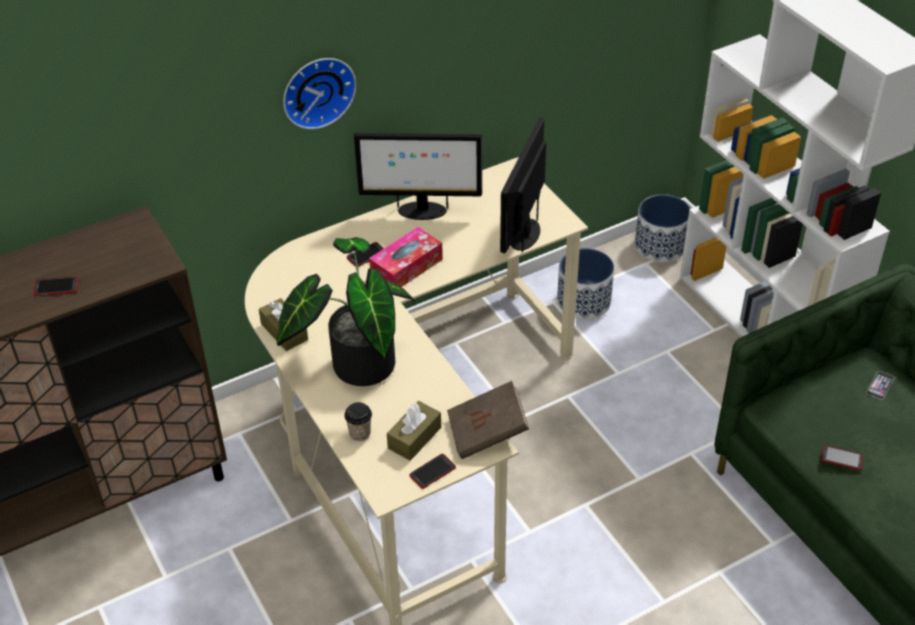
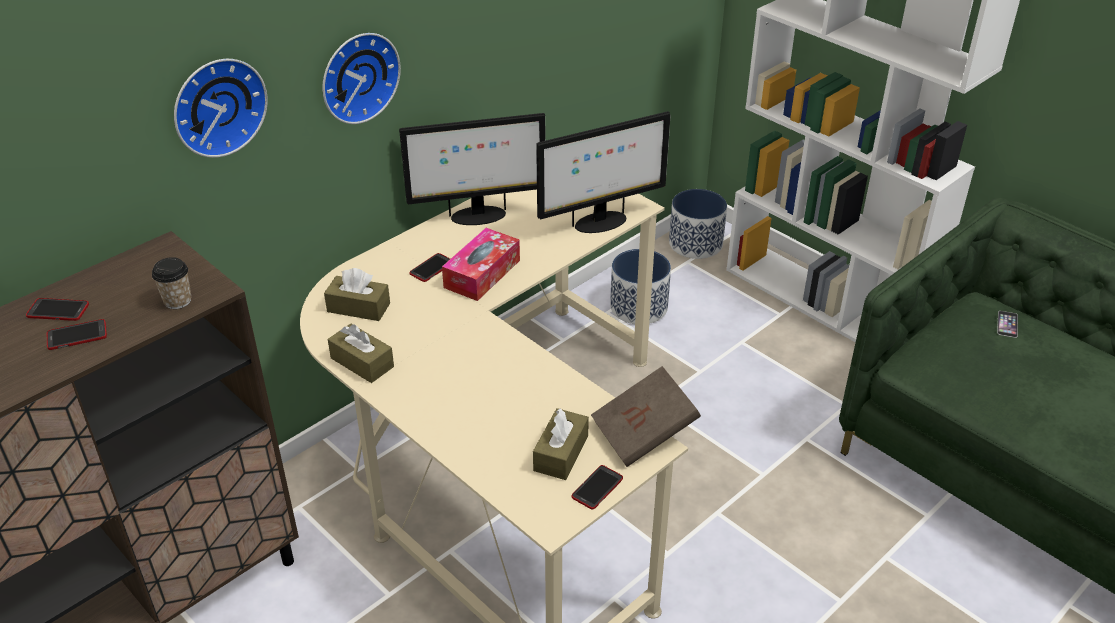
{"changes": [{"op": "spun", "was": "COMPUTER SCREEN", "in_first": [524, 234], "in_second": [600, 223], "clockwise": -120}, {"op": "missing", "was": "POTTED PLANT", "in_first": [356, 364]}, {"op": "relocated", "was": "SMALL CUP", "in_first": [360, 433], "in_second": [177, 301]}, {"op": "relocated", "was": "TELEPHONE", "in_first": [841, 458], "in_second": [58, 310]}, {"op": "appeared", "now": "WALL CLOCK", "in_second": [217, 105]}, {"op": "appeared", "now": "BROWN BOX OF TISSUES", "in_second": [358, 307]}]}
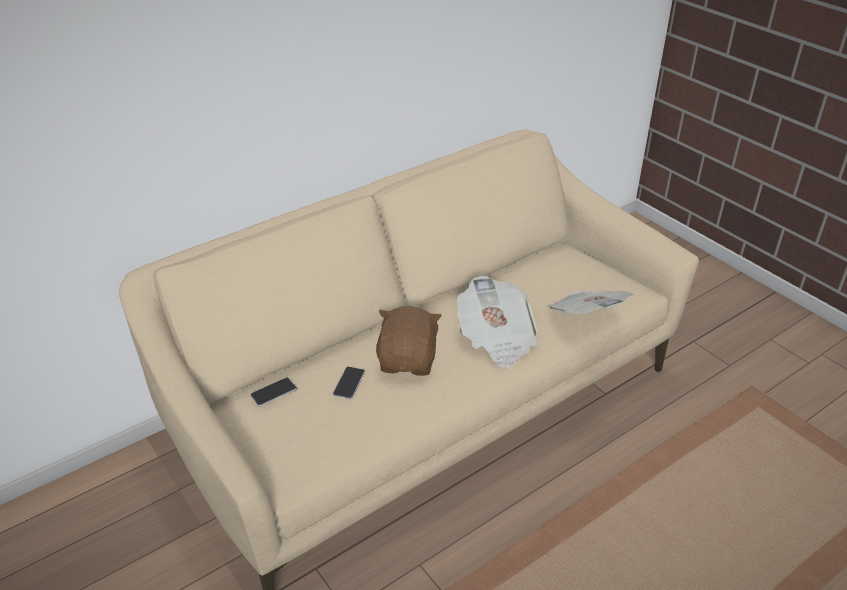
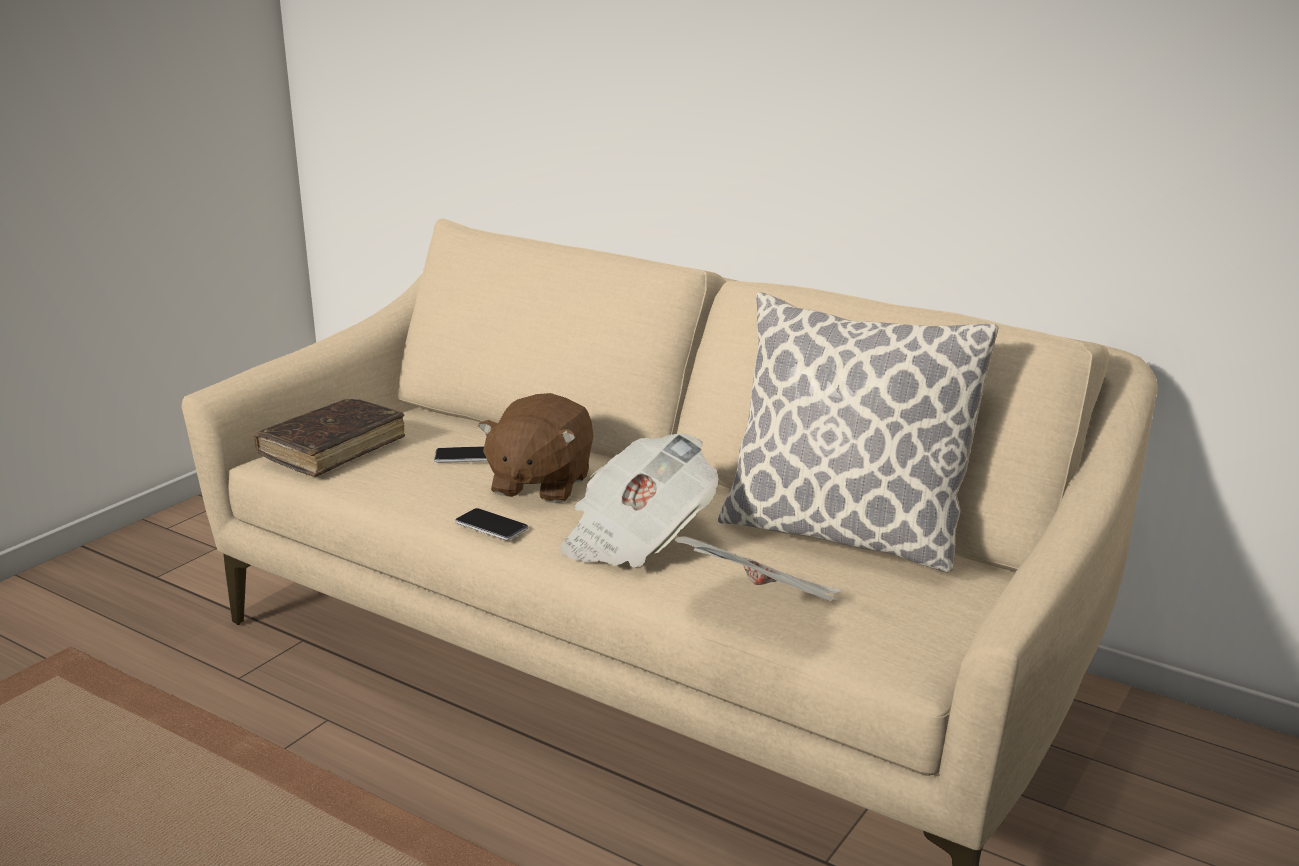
{"changes": [{"op": "spun", "was": "BROWN CUDDLY TOY", "in_first": [408, 360], "in_second": [540, 484], "clockwise": 120}, {"op": "relocated", "was": "TELEPHONE", "in_first": [273, 392], "in_second": [491, 526]}, {"op": "appeared", "now": "CUSHION", "in_second": [843, 534]}, {"op": "appeared", "now": "BROWN BOOK", "in_second": [333, 449]}]}
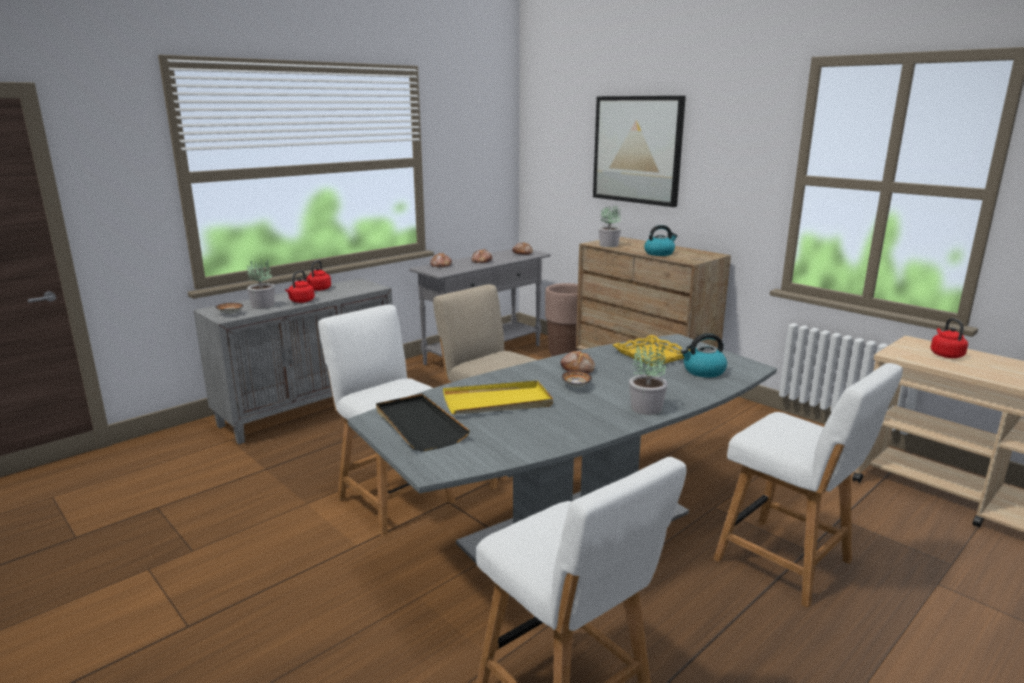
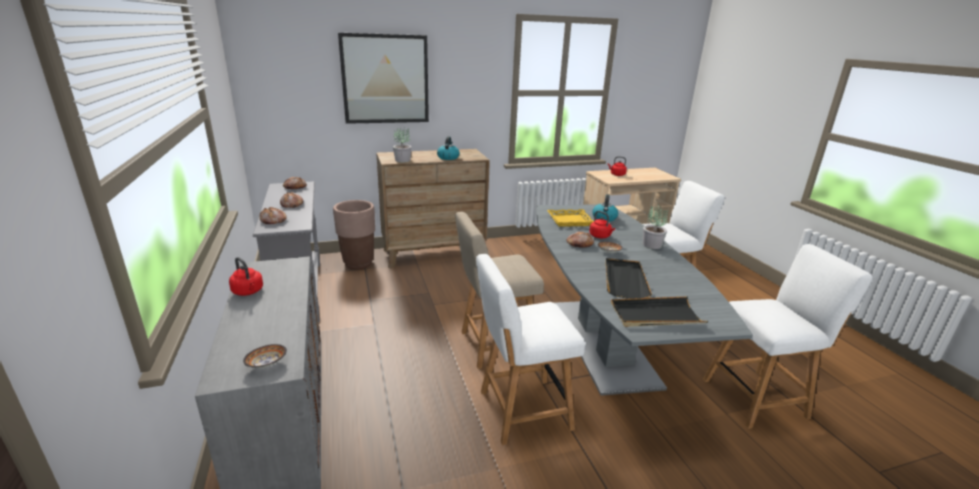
{"changes": [{"op": "missing", "was": "POTTED PLANT", "in_first": [263, 305]}, {"op": "relocated", "was": "RED WATER KETTLE", "in_first": [301, 301], "in_second": [600, 236]}, {"op": "colour", "was": "YELLOW SERVING TRAY", "now": "BLACKISH SERVING TRAY", "in_first": [498, 402], "in_second": [624, 280]}]}
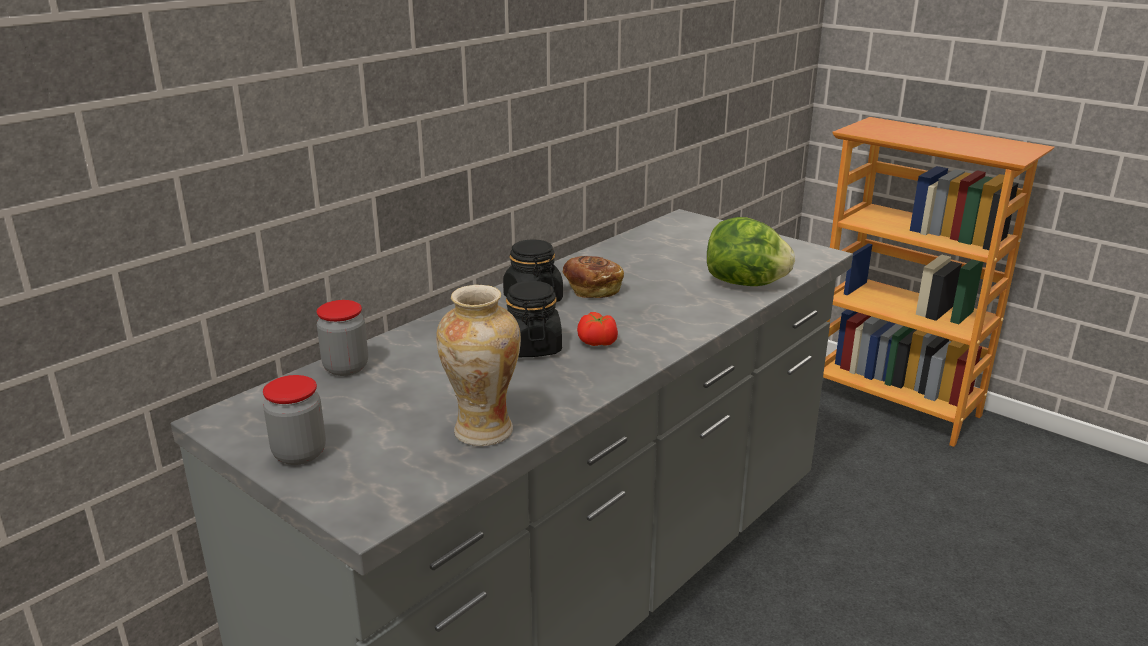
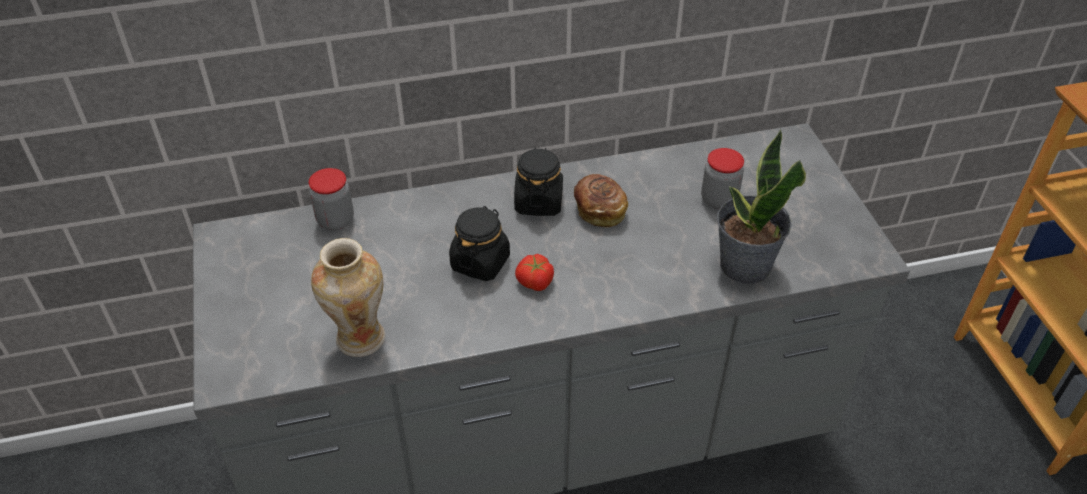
{"changes": [{"op": "exchanged", "was": "LETTUCE", "now": "POTTED PLANT", "in_first": [745, 283], "in_second": [744, 265]}, {"op": "relocated", "was": "STORAGE JAR", "in_first": [299, 454], "in_second": [718, 200]}]}
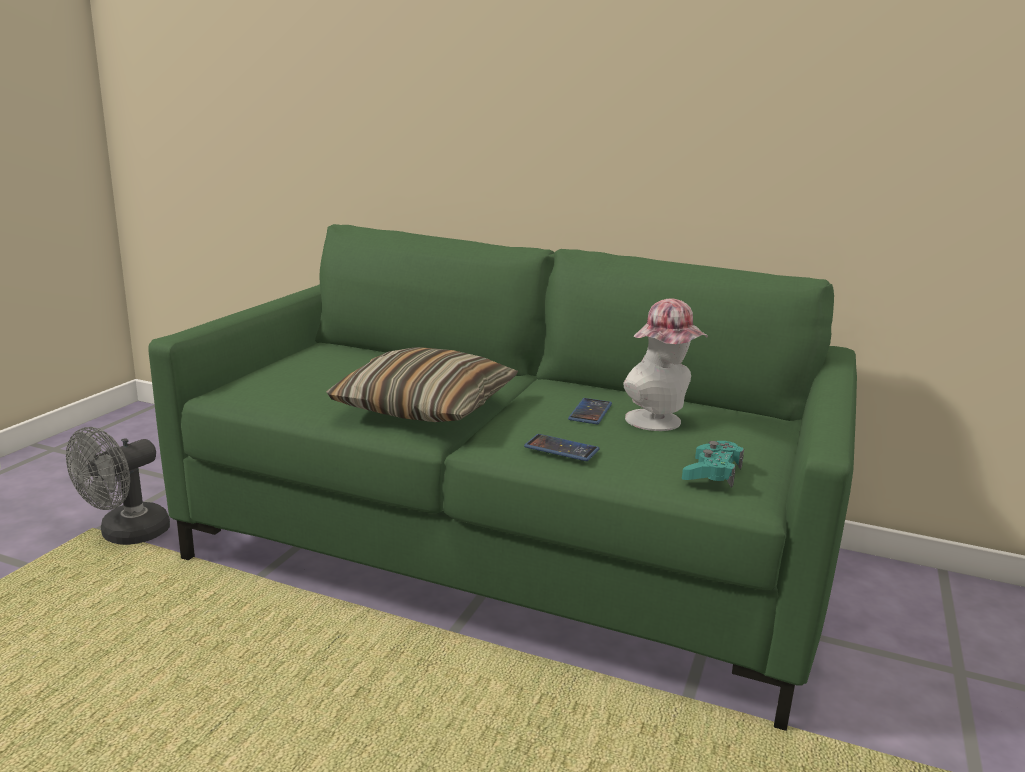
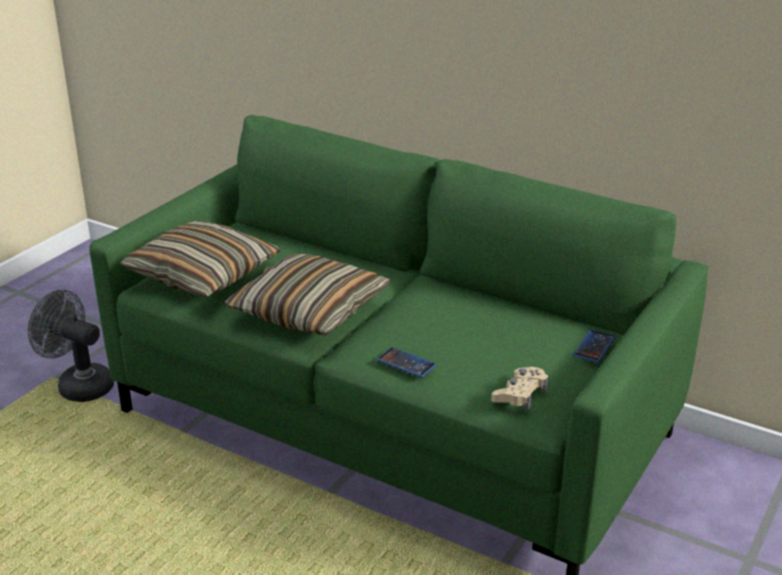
{"changes": [{"op": "missing", "was": "CLOTHING HAT", "in_first": [659, 422]}, {"op": "relocated", "was": "TELEPHONE", "in_first": [590, 412], "in_second": [594, 347]}, {"op": "spun", "was": "GRAY COOLING FAN", "in_first": [126, 535], "in_second": [79, 385], "clockwise": 75}, {"op": "colour", "was": "BLUE-GREEN GAME CONTROLLER", "now": "BEIGE GAME CONTROLLER", "in_first": [712, 472], "in_second": [520, 394]}, {"op": "appeared", "now": "CUSHION", "in_second": [202, 274]}]}
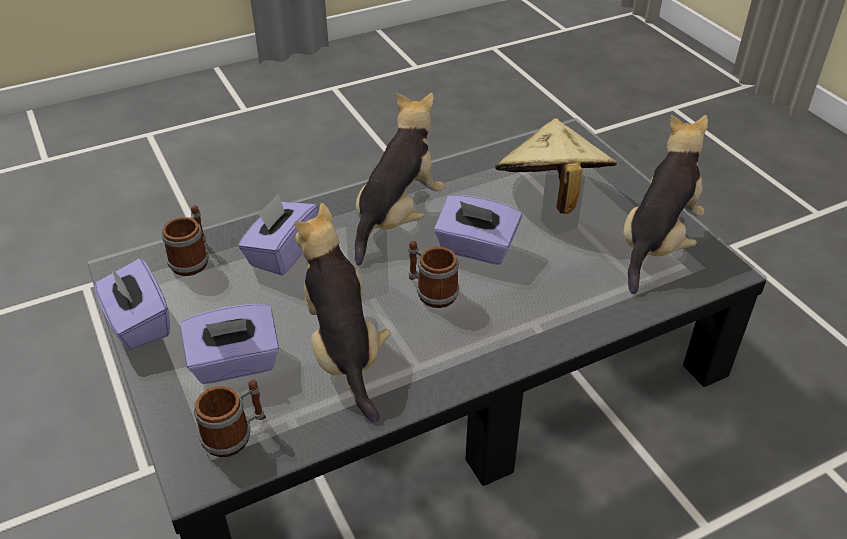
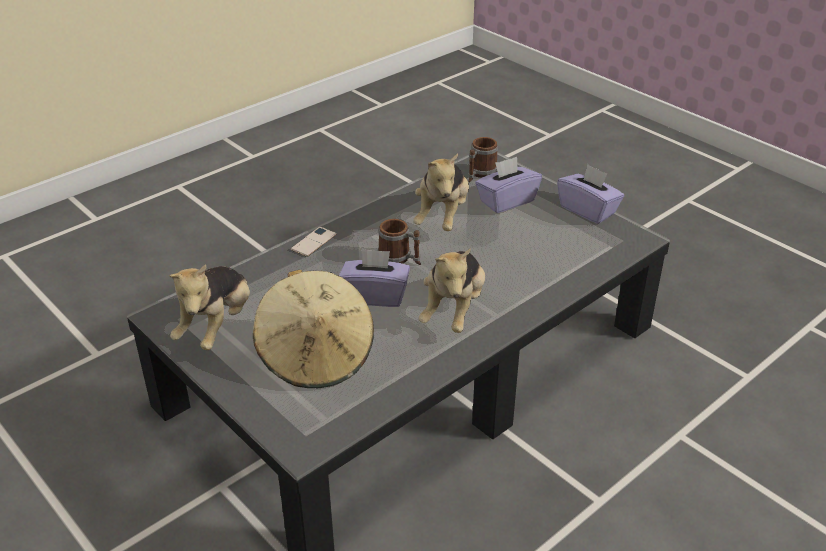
{"changes": [{"op": "missing", "was": "PURPLE BOX OF TISSUES", "in_first": [281, 253]}, {"op": "spun", "was": "CUDDLY TOY", "in_first": [344, 352], "in_second": [442, 216], "clockwise": 45}, {"op": "missing", "was": "TEA MUG", "in_first": [193, 259]}, {"op": "appeared", "now": "TELEPHONE", "in_second": [313, 242]}]}
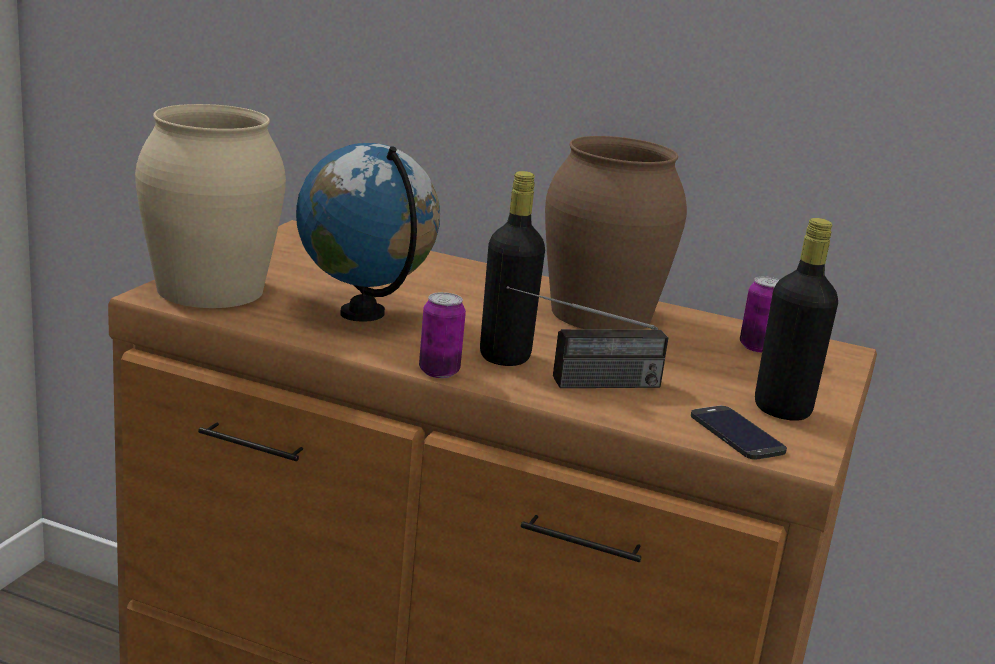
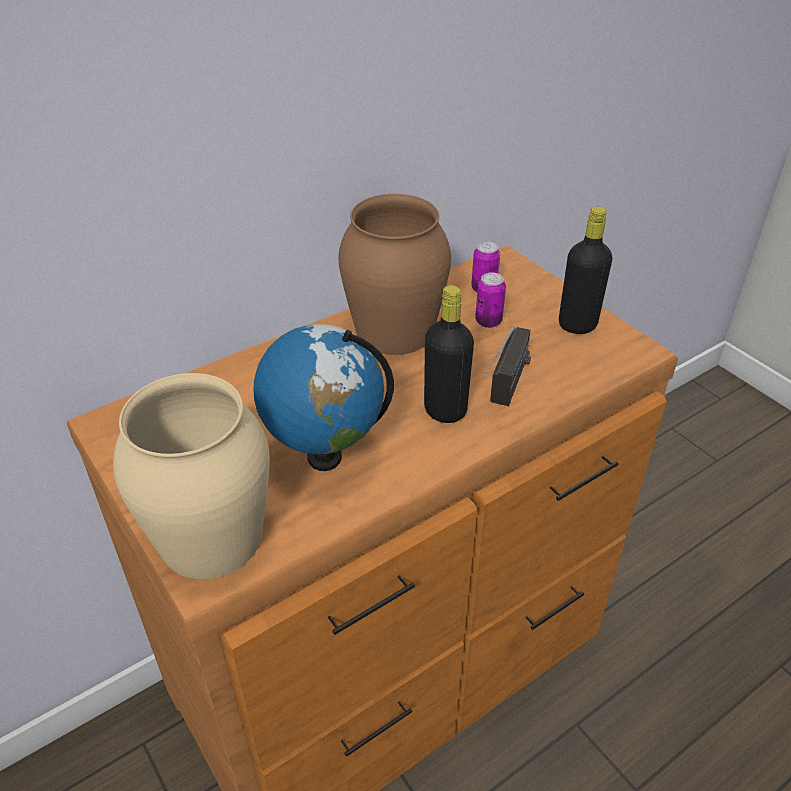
{"changes": [{"op": "relocated", "was": "METAL CAN", "in_first": [439, 372], "in_second": [488, 321]}, {"op": "missing", "was": "TELEPHONE", "in_first": [737, 433]}]}
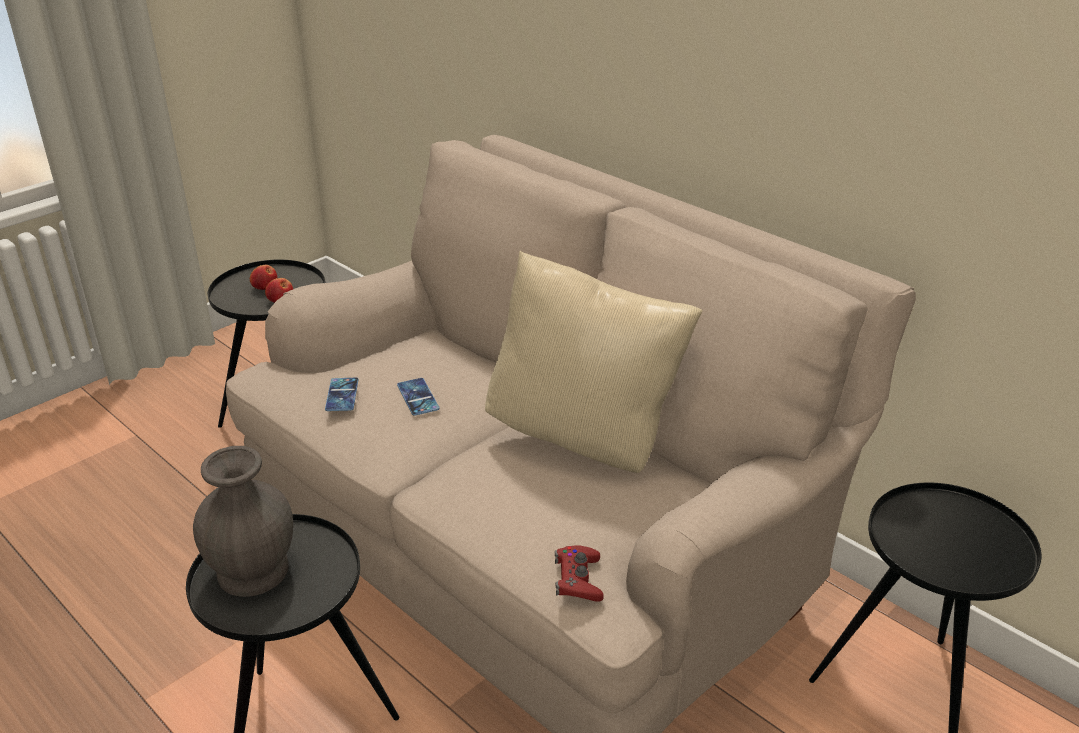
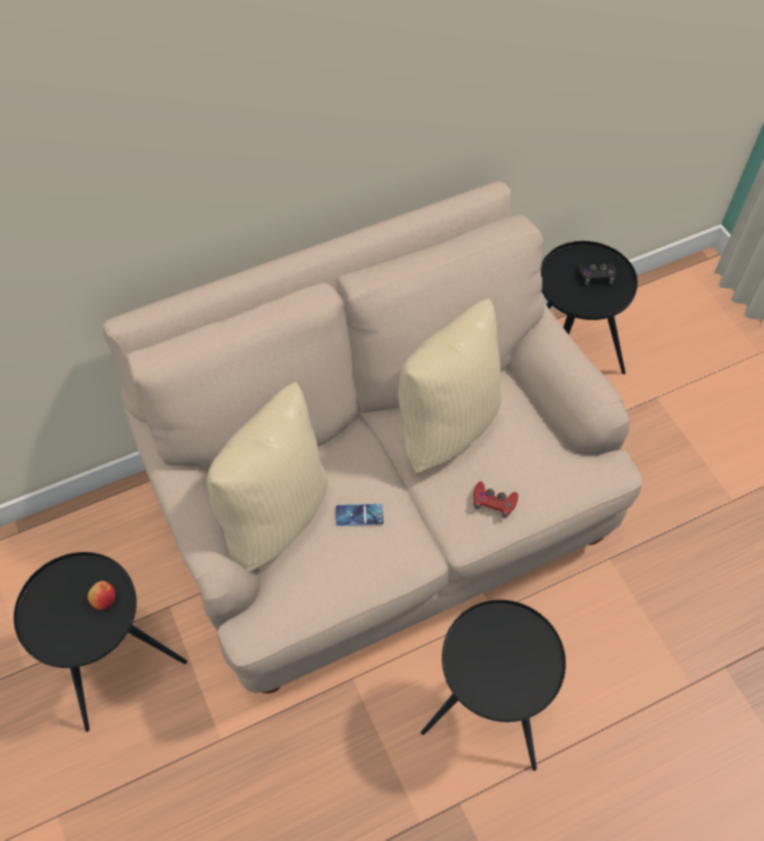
{"changes": [{"op": "missing", "was": "APPLE", "in_first": [265, 287]}, {"op": "missing", "was": "TELEPHONE", "in_first": [342, 395]}, {"op": "missing", "was": "GRAY VASE", "in_first": [252, 572]}, {"op": "relocated", "was": "RED GAME CONTROLLER", "in_first": [578, 579], "in_second": [494, 501]}, {"op": "appeared", "now": "BLACKISH GAME CONTROLLER", "in_second": [596, 275]}, {"op": "appeared", "now": "BEIGE CUSHION", "in_second": [275, 513]}]}
